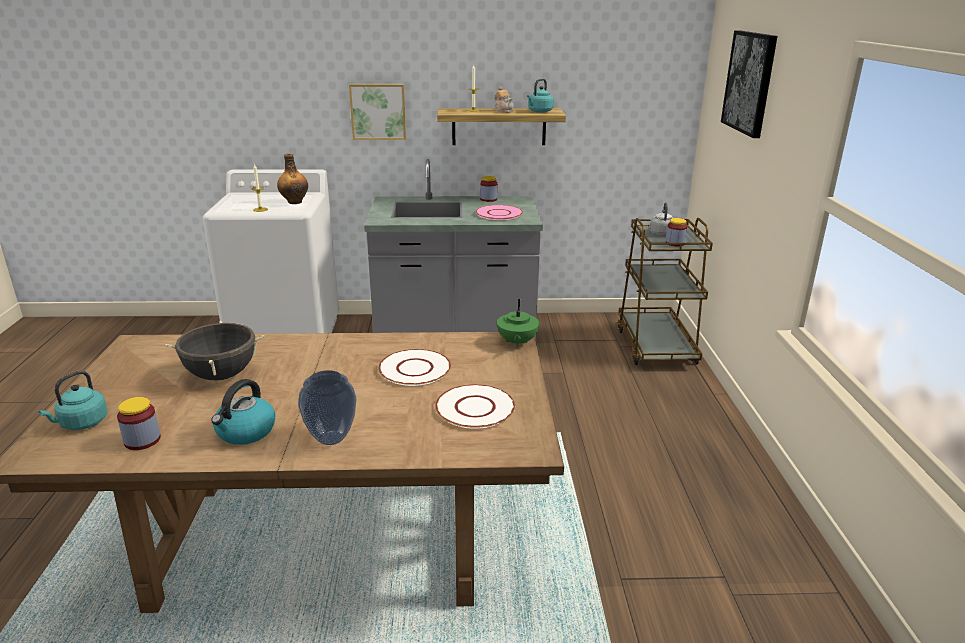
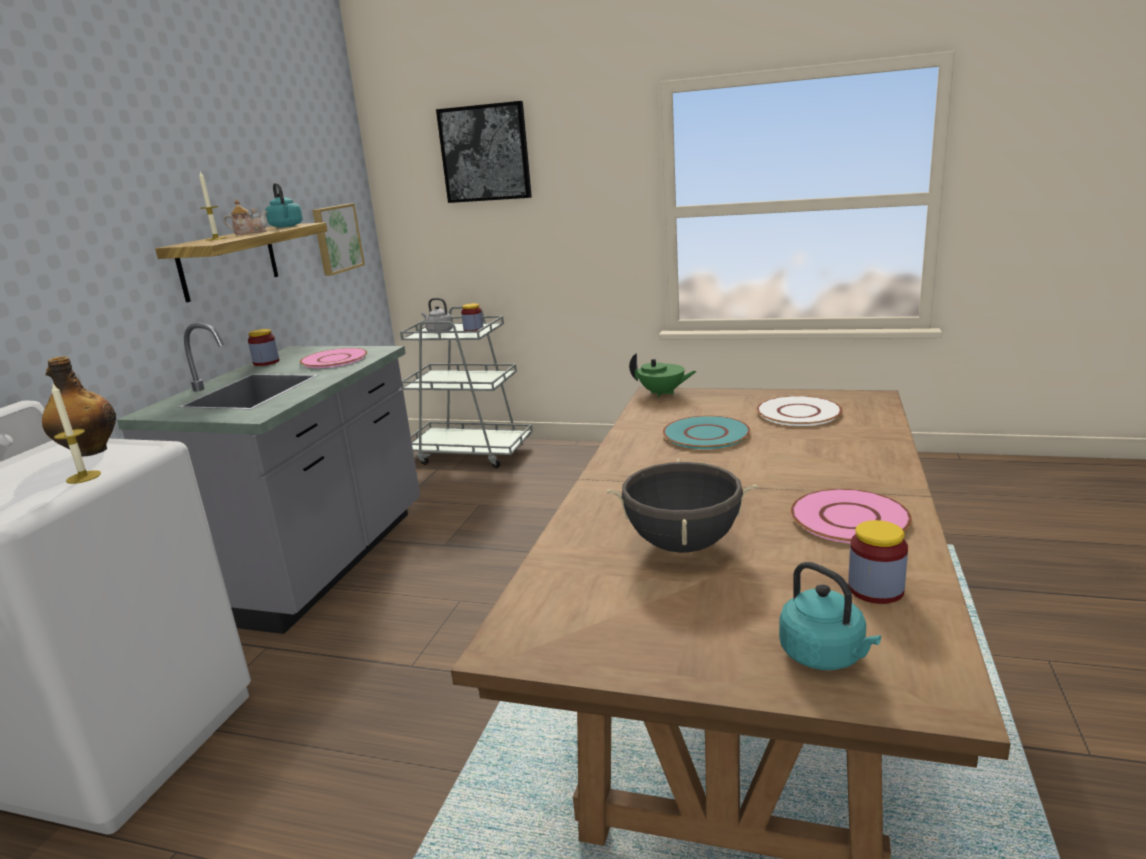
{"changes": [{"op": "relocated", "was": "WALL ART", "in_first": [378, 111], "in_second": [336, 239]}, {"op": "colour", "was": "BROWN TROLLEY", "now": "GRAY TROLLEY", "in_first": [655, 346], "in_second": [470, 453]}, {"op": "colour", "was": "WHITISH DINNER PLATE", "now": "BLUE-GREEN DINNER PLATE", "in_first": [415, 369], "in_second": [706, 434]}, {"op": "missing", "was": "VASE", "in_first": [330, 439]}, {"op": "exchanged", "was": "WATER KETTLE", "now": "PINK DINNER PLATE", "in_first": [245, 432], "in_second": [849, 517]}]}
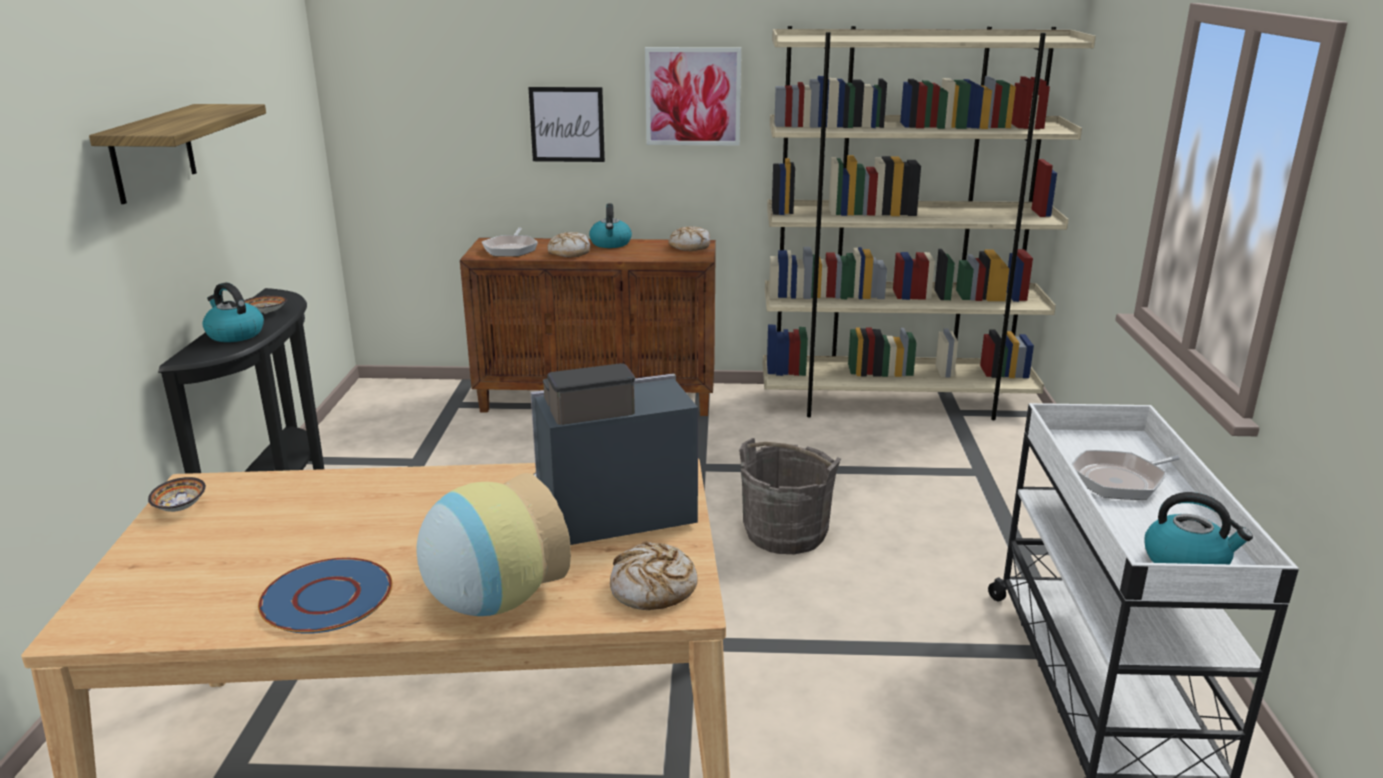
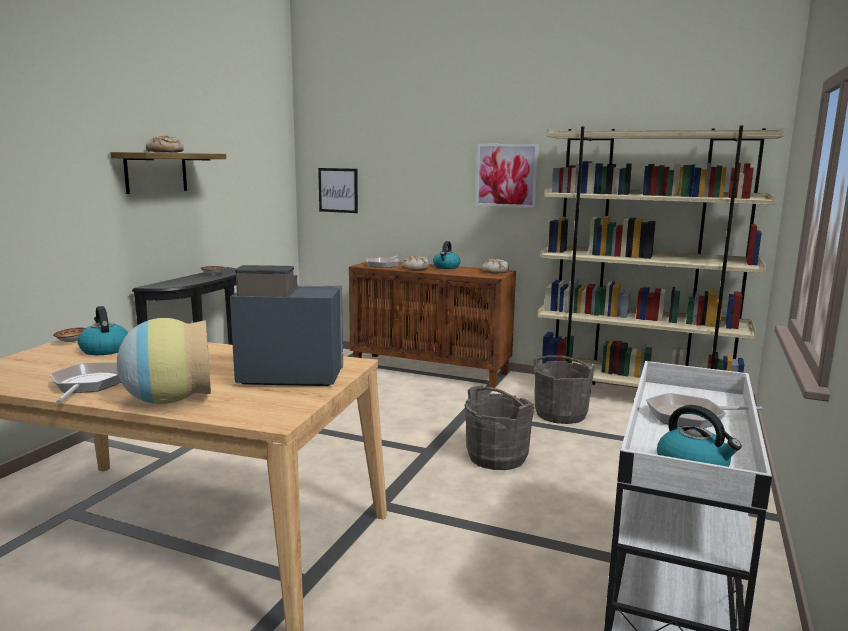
{"changes": [{"op": "relocated", "was": "WALL ART", "in_first": [567, 124], "in_second": [338, 190]}, {"op": "relocated", "was": "WATER KETTLE", "in_first": [234, 334], "in_second": [104, 350]}, {"op": "relocated", "was": "BAKERY BREAD", "in_first": [653, 588], "in_second": [165, 152]}, {"op": "exchanged", "was": "BLUE-COLOURED DINNER PLATE", "now": "SKILLET", "in_first": [326, 598], "in_second": [87, 385]}, {"op": "appeared", "now": "GRAY PAIL", "in_second": [561, 414]}]}
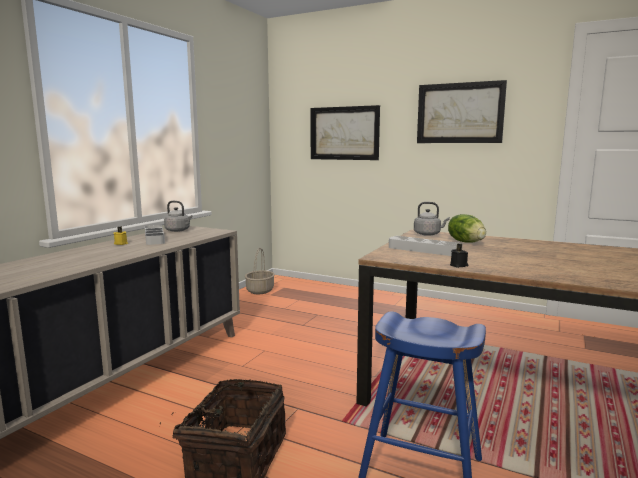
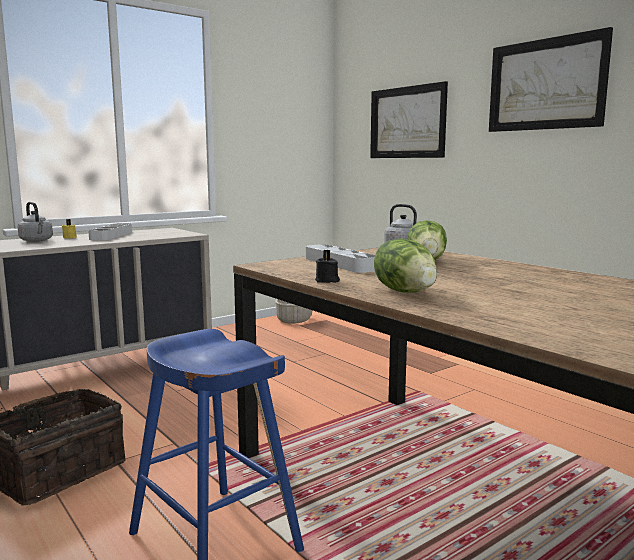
{"changes": [{"op": "relocated", "was": "GRAY WATER KETTLE", "in_first": [178, 230], "in_second": [37, 241]}, {"op": "appeared", "now": "LETTUCE", "in_second": [406, 291]}]}
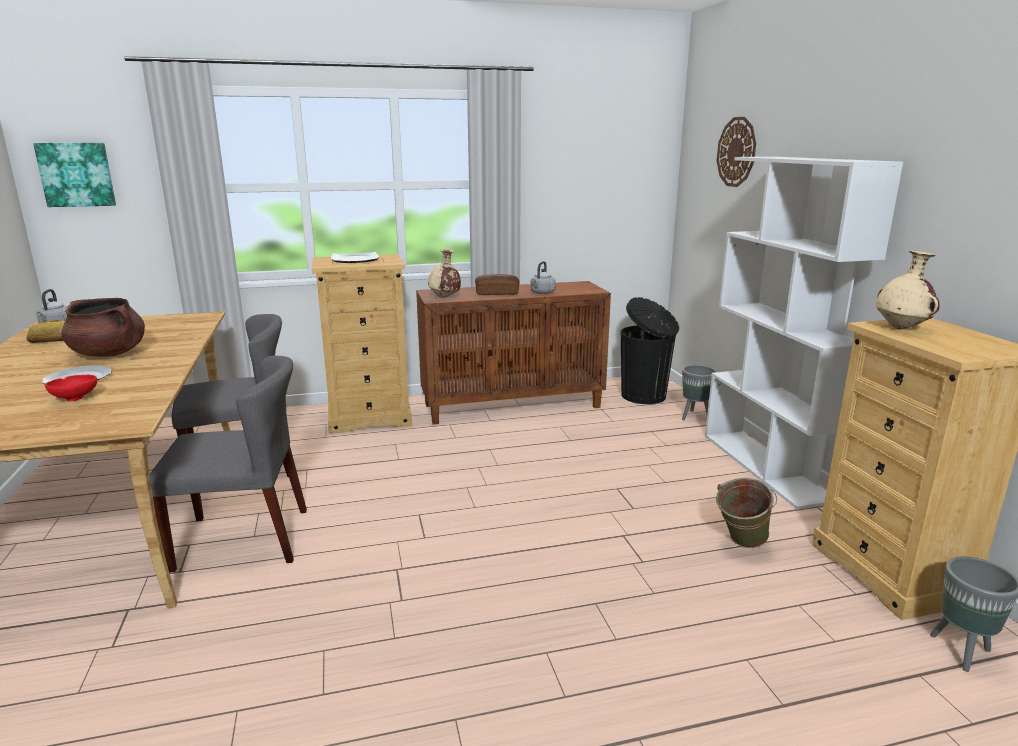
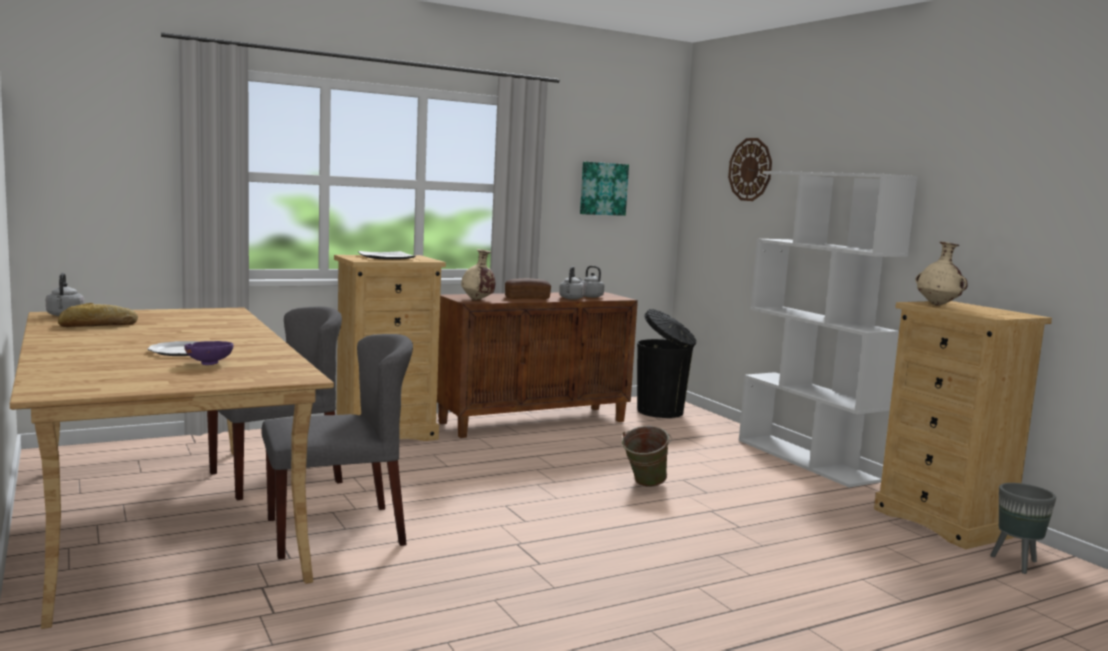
{"changes": [{"op": "relocated", "was": "WALL ART", "in_first": [77, 174], "in_second": [603, 188]}, {"op": "missing", "was": "BROWN COOKING POT", "in_first": [109, 354]}, {"op": "missing", "was": "GRAY FLOWER POT", "in_first": [695, 417]}, {"op": "colour", "was": "RED SERVING BOWL", "now": "PURPLE SERVING BOWL", "in_first": [76, 398], "in_second": [209, 363]}, {"op": "relocated", "was": "GREENISH PAIL", "in_first": [740, 544], "in_second": [643, 485]}, {"op": "appeared", "now": "GRAY WATER KETTLE", "in_second": [590, 296]}]}
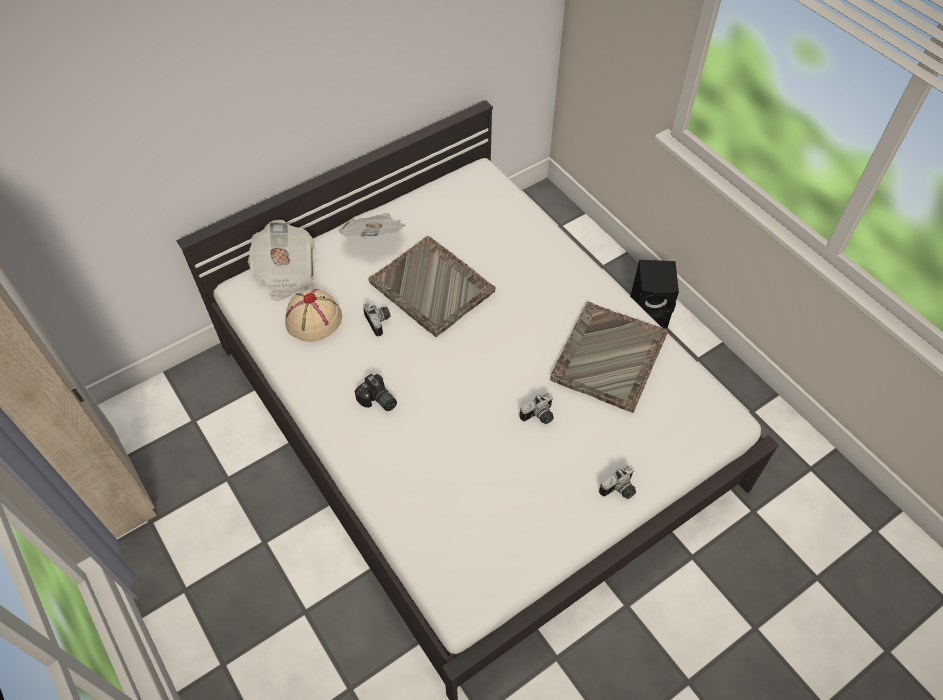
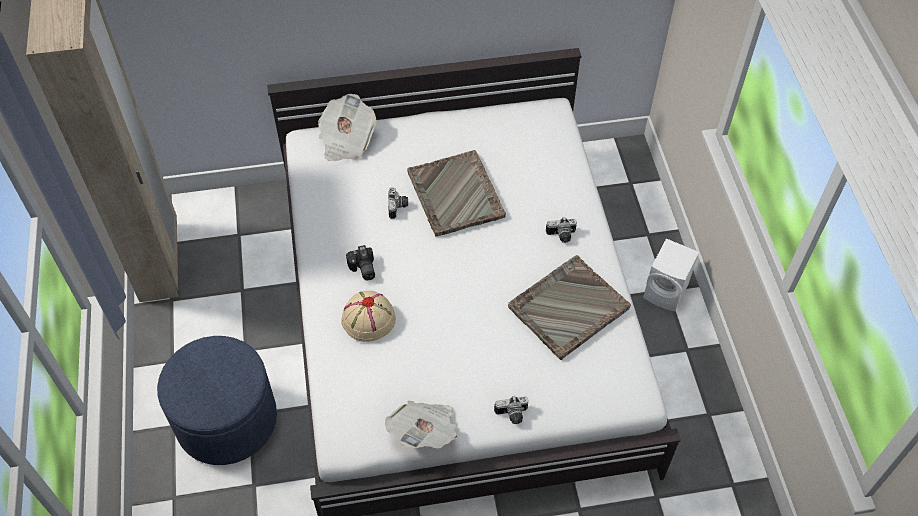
{"changes": [{"op": "relocated", "was": "PRINTED PAPER", "in_first": [374, 237], "in_second": [425, 432]}, {"op": "colour", "was": "BLACKISH AUDIO SPEAKER", "now": "WHITISH AUDIO SPEAKER", "in_first": [650, 313], "in_second": [667, 292]}, {"op": "relocated", "was": "BEIGE CLOTHING HAT", "in_first": [313, 319], "in_second": [368, 319]}, {"op": "relocated", "was": "STILL CAMERA", "in_first": [539, 416], "in_second": [561, 236]}, {"op": "appeared", "now": "BLUE-COLOURED FOOTREST", "in_second": [226, 420]}]}
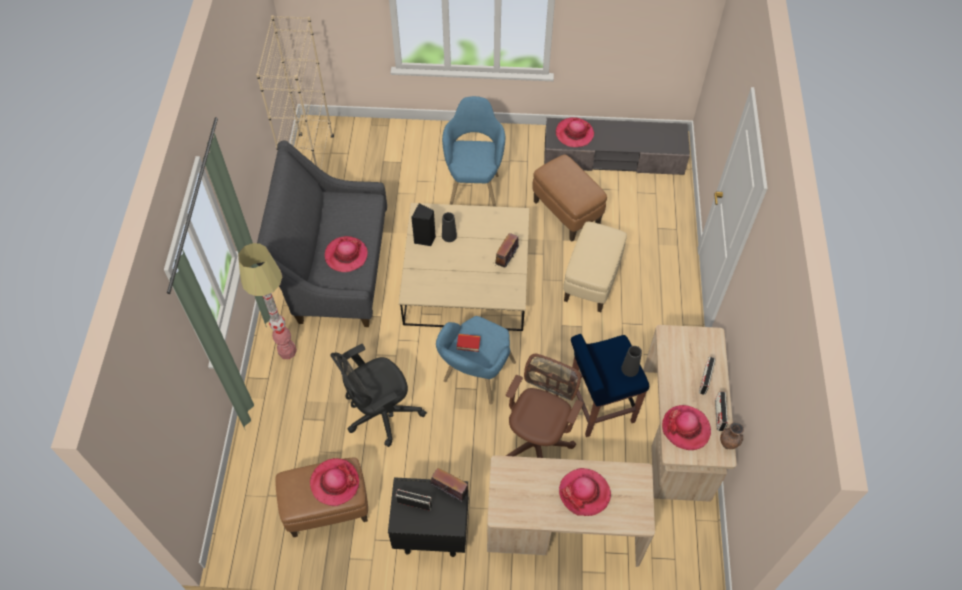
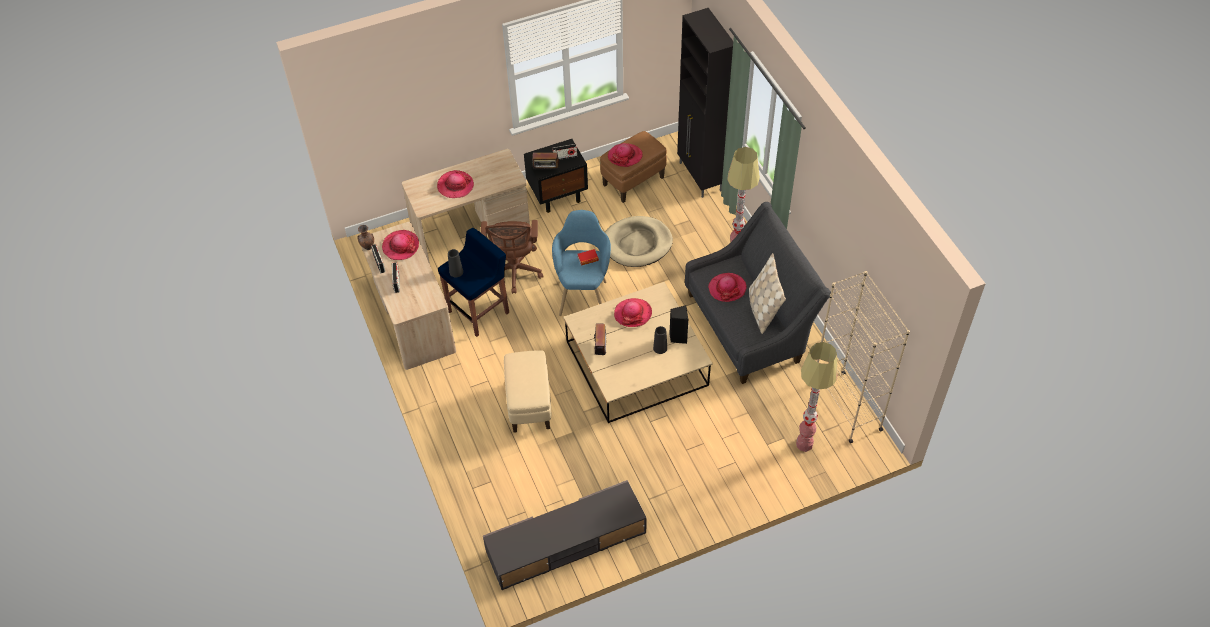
{"changes": [{"op": "missing", "was": "BLUE-COLOURED LOUNGE CHAIR", "in_first": [474, 186]}, {"op": "relocated", "was": "CLOTHING HAT", "in_first": [574, 134], "in_second": [633, 314]}, {"op": "missing", "was": "BROWN FOOTREST", "in_first": [566, 213]}, {"op": "exchanged", "was": "BLACKISH DESK CHAIR", "now": "BEIGE DOG BED", "in_first": [380, 414], "in_second": [637, 244]}, {"op": "appeared", "now": "BLACKISH CUPBOARD", "in_second": [700, 177]}, {"op": "appeared", "now": "BEIGE CUSHION", "in_second": [763, 310]}, {"op": "appeared", "now": "STANDARD LAMP", "in_second": [804, 444]}]}
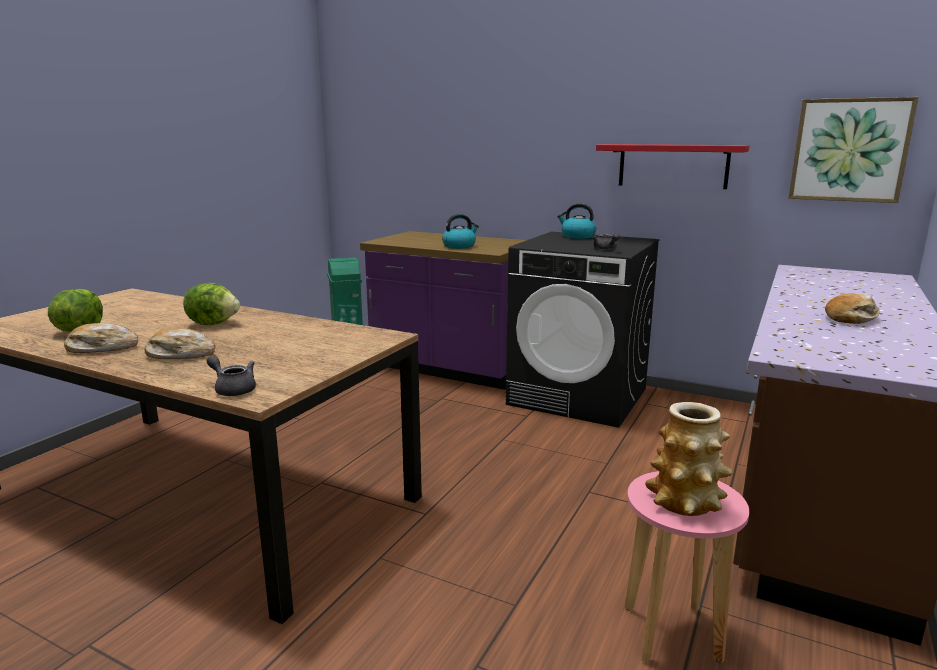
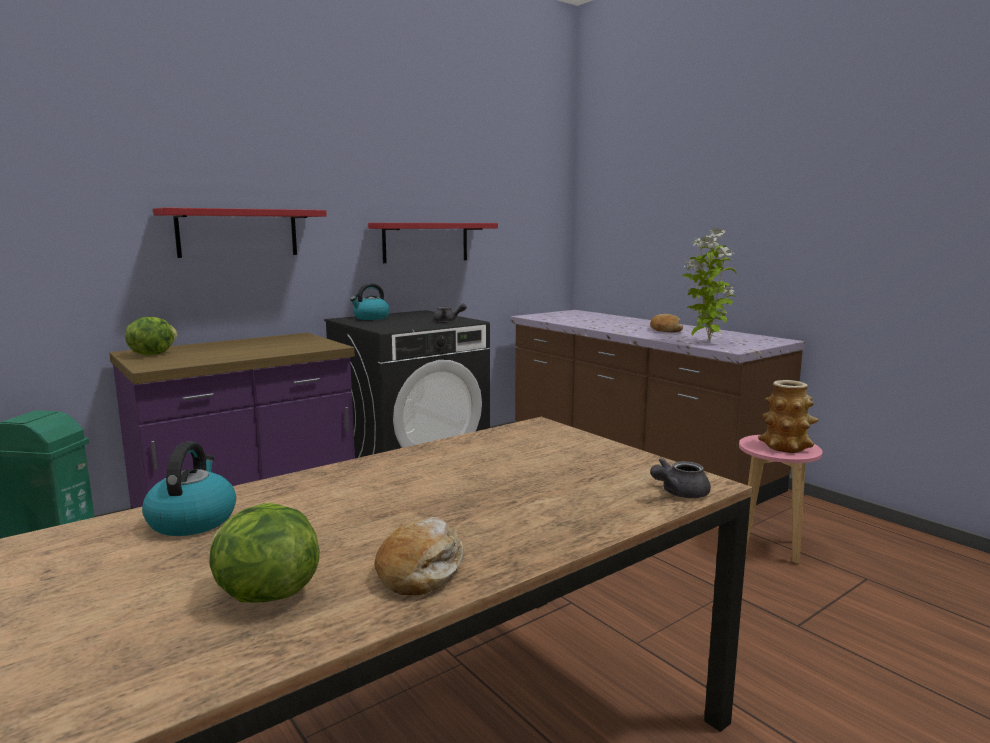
{"changes": [{"op": "missing", "was": "WALL ART", "in_first": [849, 150]}, {"op": "relocated", "was": "WATER KETTLE", "in_first": [459, 246], "in_second": [192, 520]}, {"op": "relocated", "was": "LETTUCE", "in_first": [213, 323], "in_second": [152, 354]}, {"op": "missing", "was": "BAKERY BREAD", "in_first": [181, 354]}, {"op": "appeared", "now": "RED SHELF", "in_second": [238, 233]}, {"op": "appeared", "now": "POTTED PLANT", "in_second": [707, 342]}]}
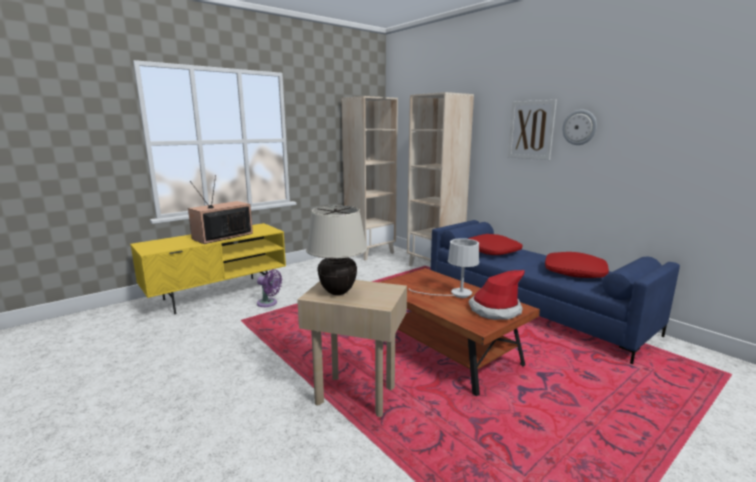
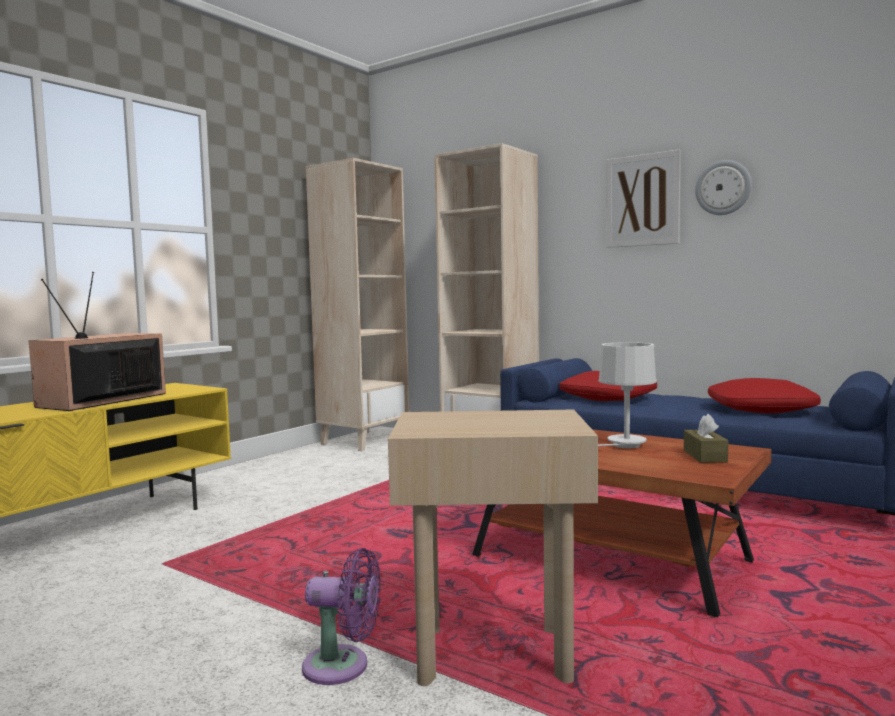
{"changes": [{"op": "missing", "was": "BEIGE TABLETOP LAMP", "in_first": [337, 292]}, {"op": "relocated", "was": "PURPLE COOLING FAN", "in_first": [269, 303], "in_second": [342, 666]}, {"op": "exchanged", "was": "CLOTHING HAT", "now": "BROWN BOX OF TISSUES", "in_first": [494, 310], "in_second": [704, 456]}]}
